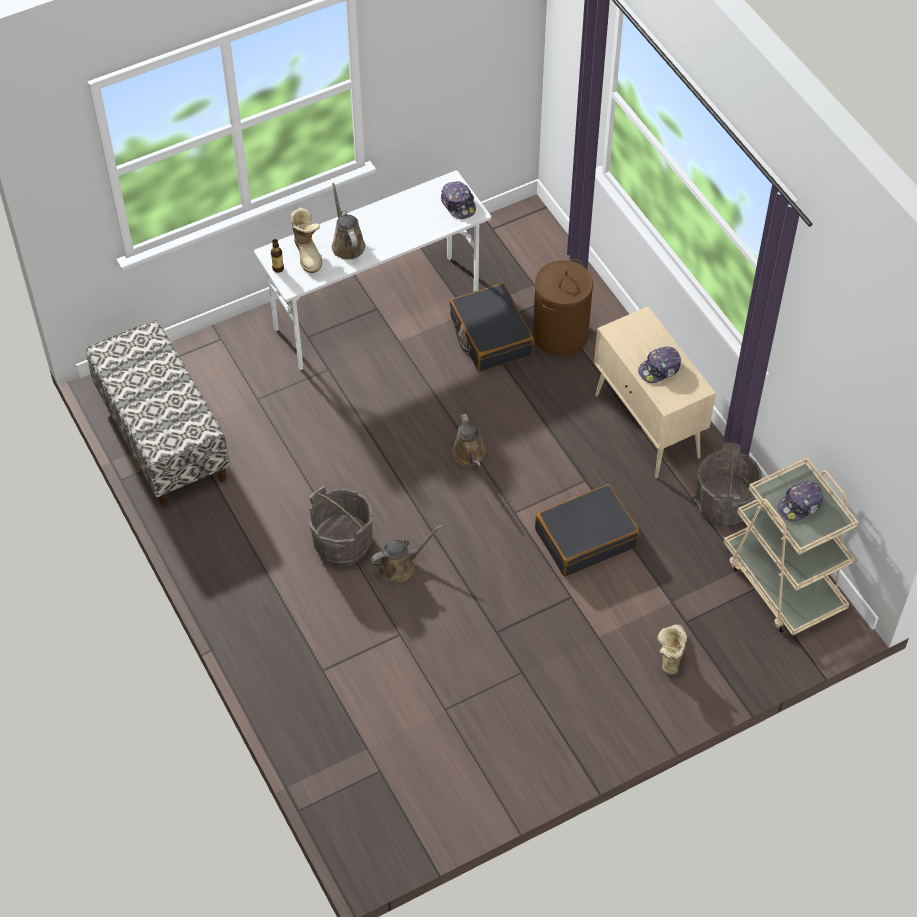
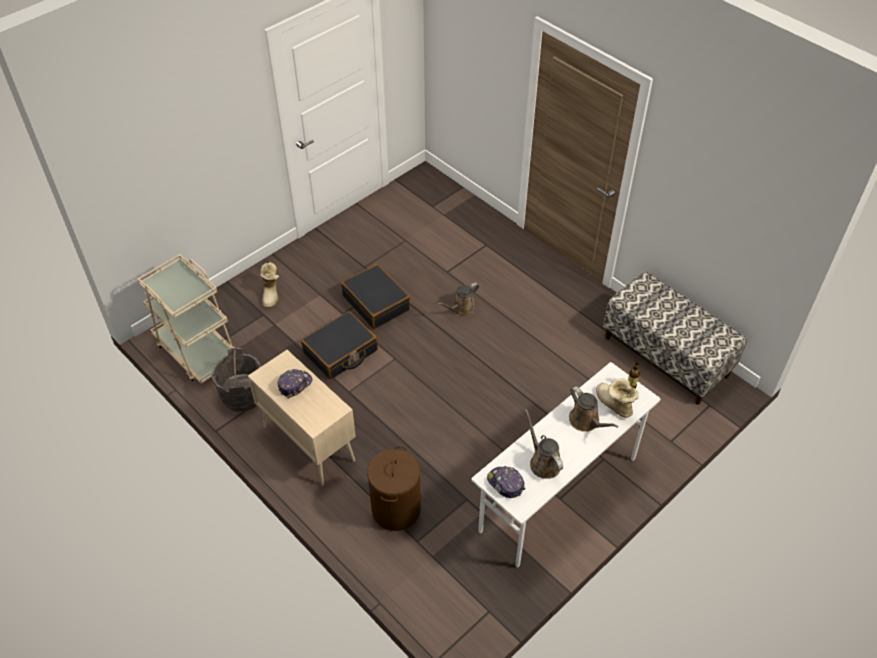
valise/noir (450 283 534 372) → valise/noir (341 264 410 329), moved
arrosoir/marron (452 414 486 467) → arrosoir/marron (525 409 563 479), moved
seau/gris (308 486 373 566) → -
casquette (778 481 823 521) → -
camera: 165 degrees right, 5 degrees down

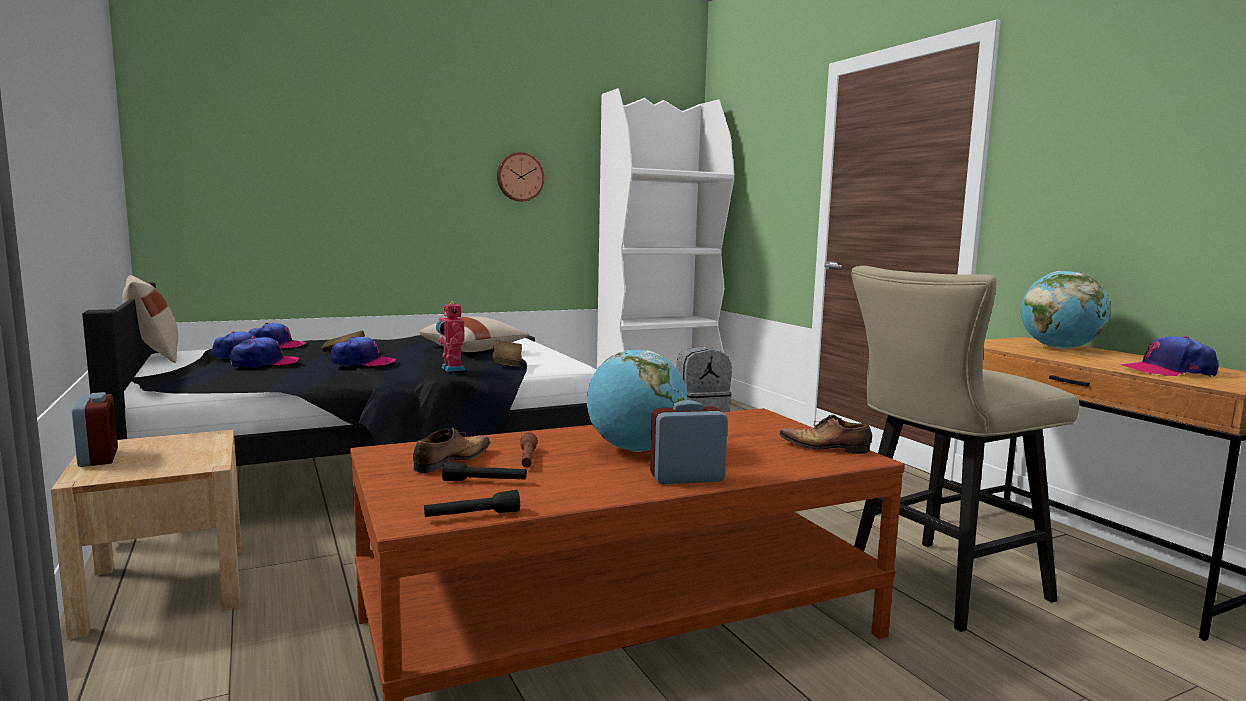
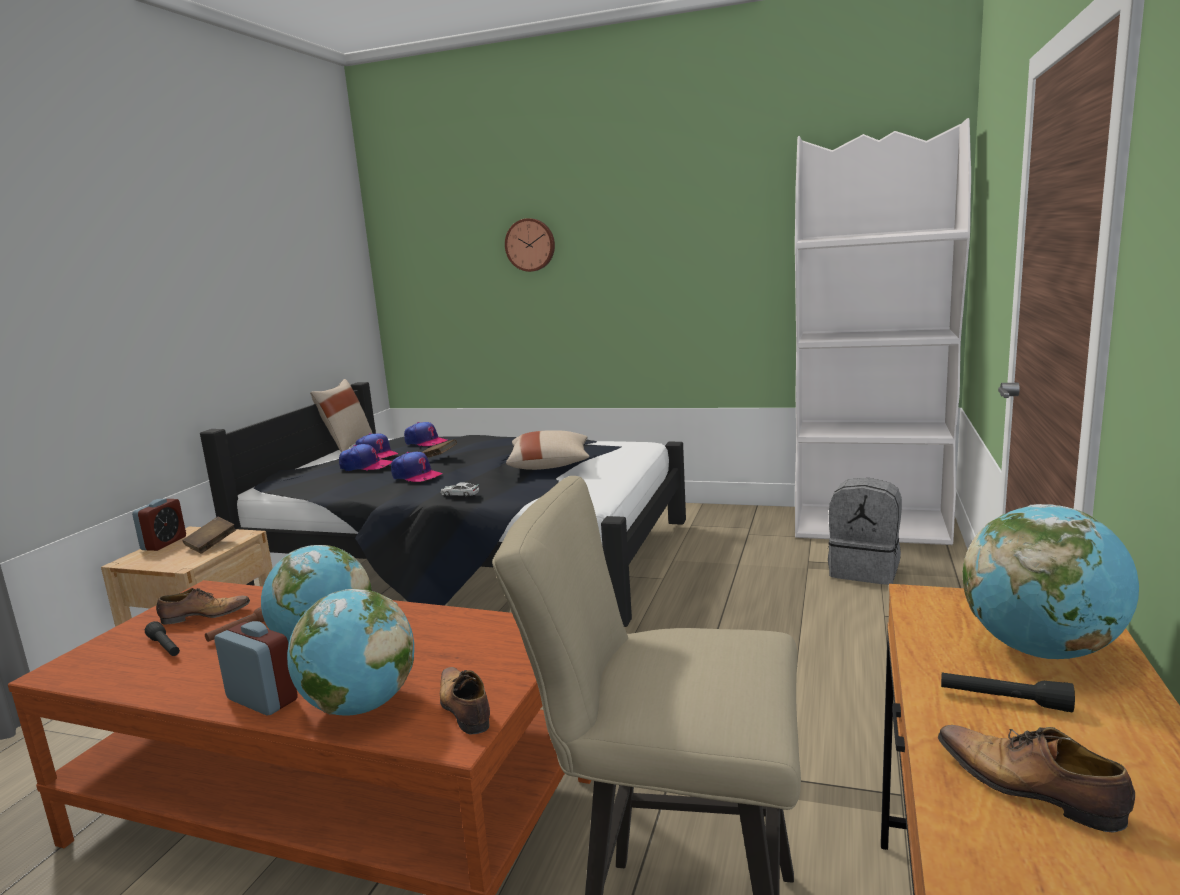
livre/marron (492 340 522 367) → livre/marron (182 517 236 553), moved
- → globe (287 589 414 716)
robot jouet (436 301 465 372) → petite voiture (440 483 479 497)
horloge murale (497 152 545 202) → horloge murale (505 218 555 272), moved
casquette (1122 336 1218 377) → chaussure (938 725 1135 833)
lampe de poche/noir (424 490 520 517) → lampe de poche/noir (941 672 1075 713), moved
camera: 45 degrees right, 5 degrees up

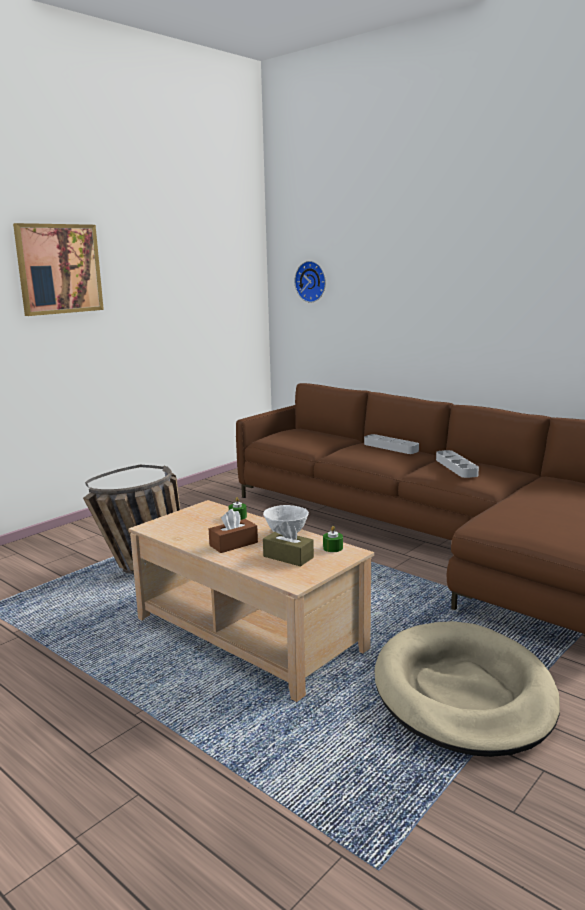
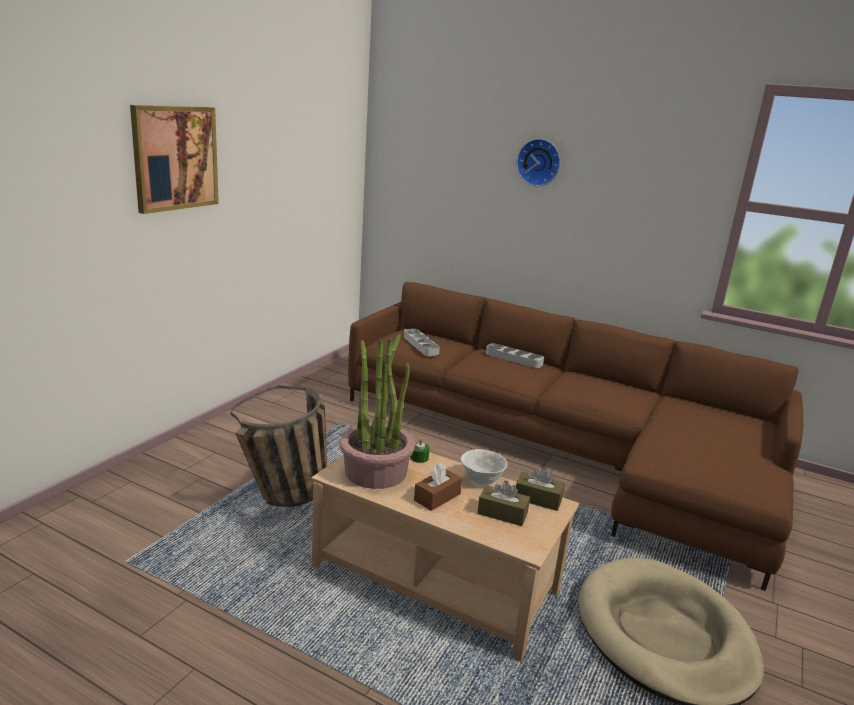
- → plante en pot (340 334 415 489)
plateau/gris (436 450 479 478) → plateau/gris (404 329 440 356), moved
horloge murale (295 261 326 303) → horloge murale (516 139 560 186), moved
bougie/vert (323 526 343 552) → boîte à mouchoirs/marron (516 467 565 511)
camera: 15 degrees left, 5 degrees up

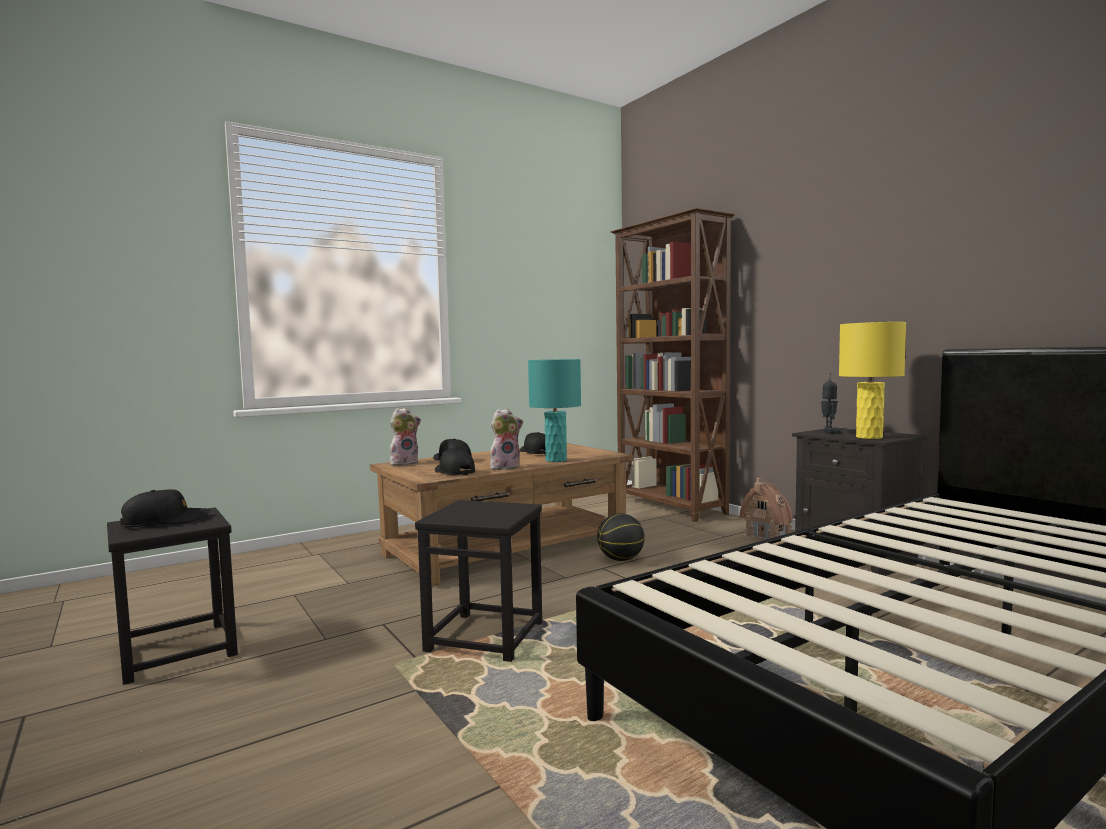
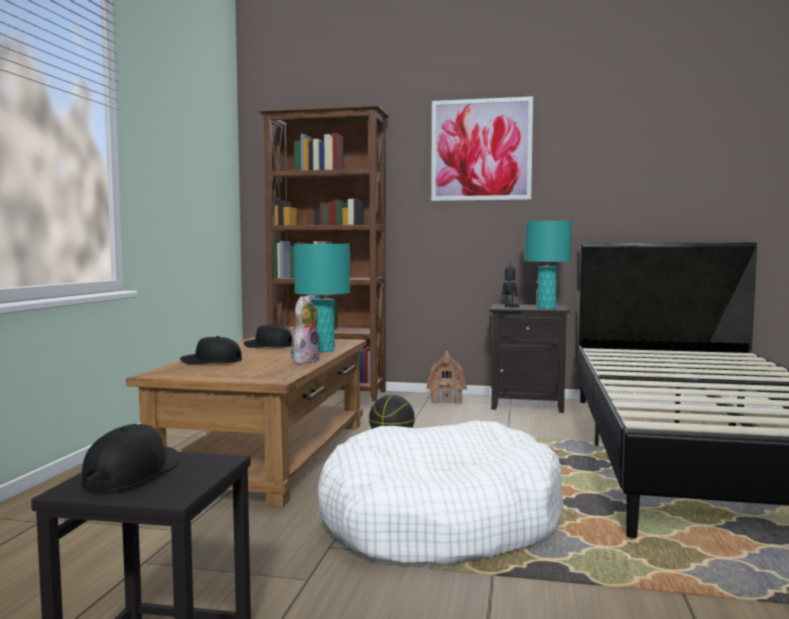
tabouret/noir (415 500 542 662) → panier pour chien/blanc (317 420 564 566)
- → tableau (431 96 533 201)
lampe de table/jaune (839 322 906 439) → lampe de table/turquoise (525 221 572 309)
peluche (390 408 421 465) → -
casquette/noir (435 449 475 475) → -
camera: 45 degrees left, 0 degrees up

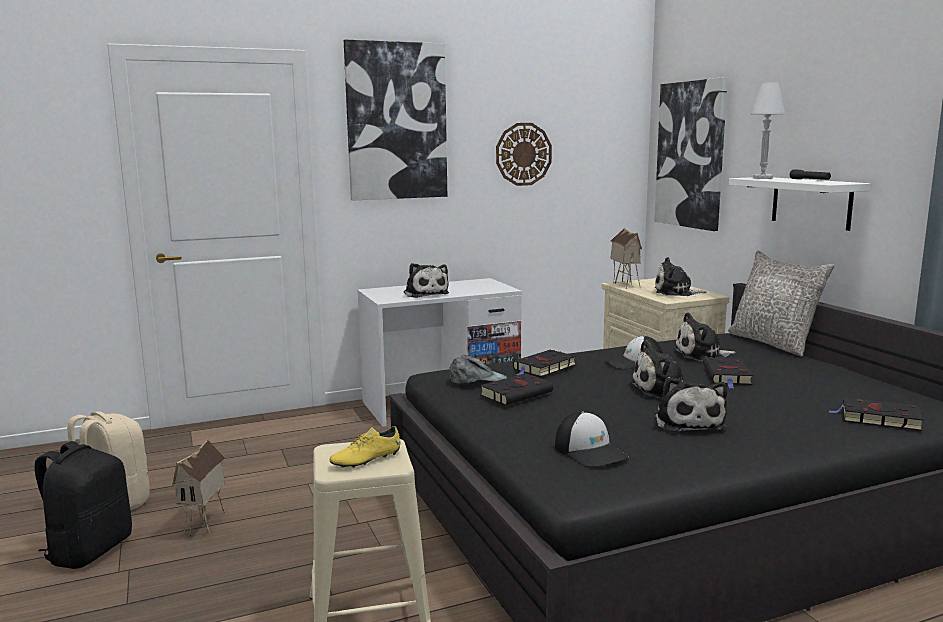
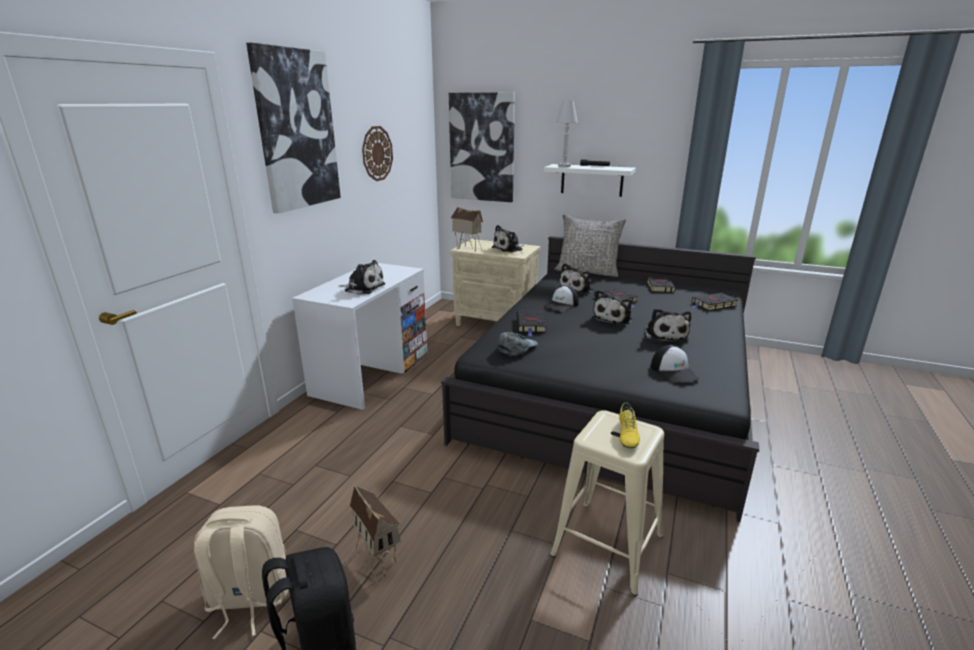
peluche (655 377 727 432) → peluche (644 308 691 342), 45 degrees clockwise
livre/noir (480 373 553 405) → livre/noir (647 276 676 293), moved
casquette (555 411 629 467) → casquette (651 345 700 383), 60 degrees clockwise
camera: 45 degrees left, 10 degrees up

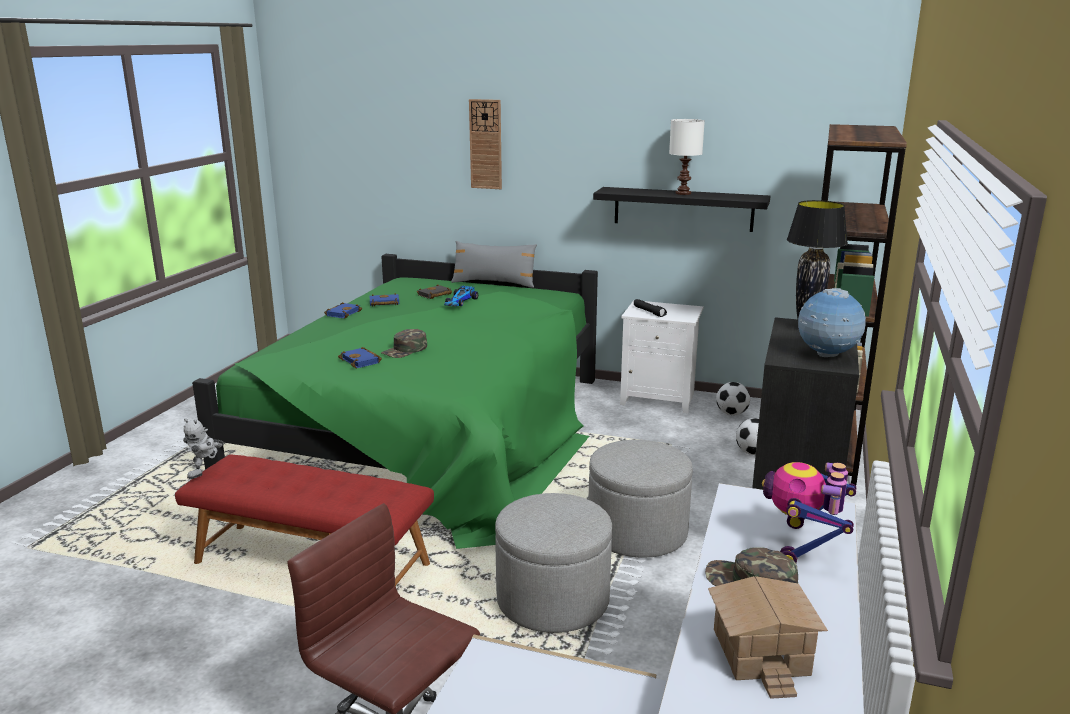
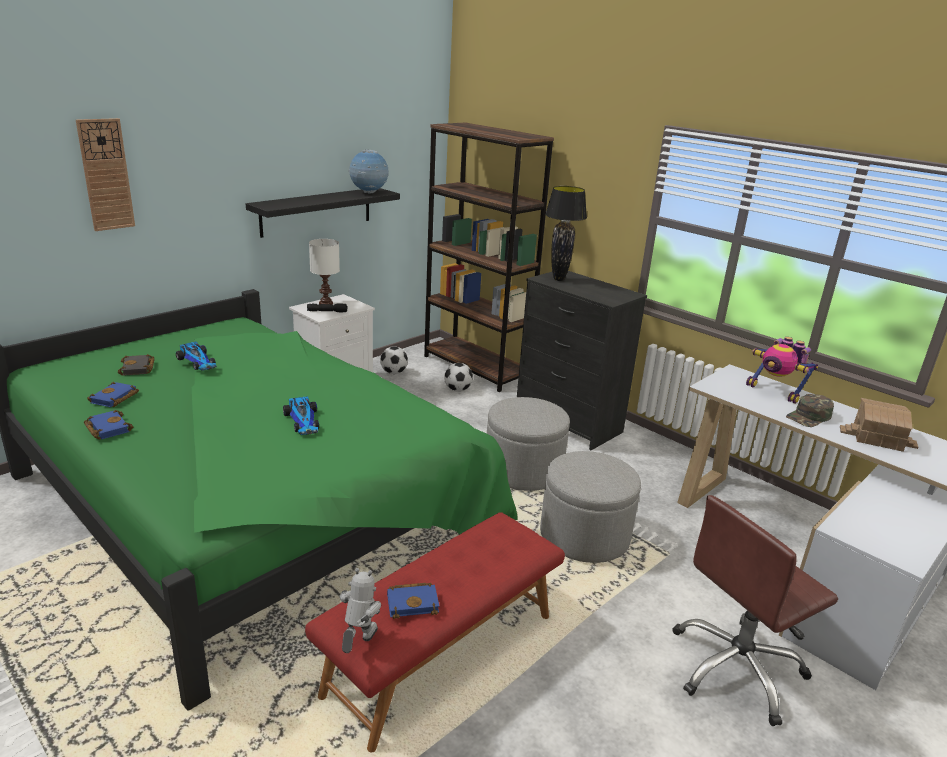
casquette/vert (381 329 427 358) → petite voiture (283 396 319 435)
lampe de table/blanc (669 119 705 195) → lampe de table/blanc (309 239 340 304), moved
robot jouet (183 418 223 479) → robot jouet (340 568 381 653), 120 degrees counterclockwise
globe (798 288 866 357) → globe (348 149 389 194), moved
livre/bleu (338 347 382 368) → livre/bleu (387 583 439 619), moved
coussin/gris (451 241 537 288) → -
camera: 65 degrees left, 5 degrees up

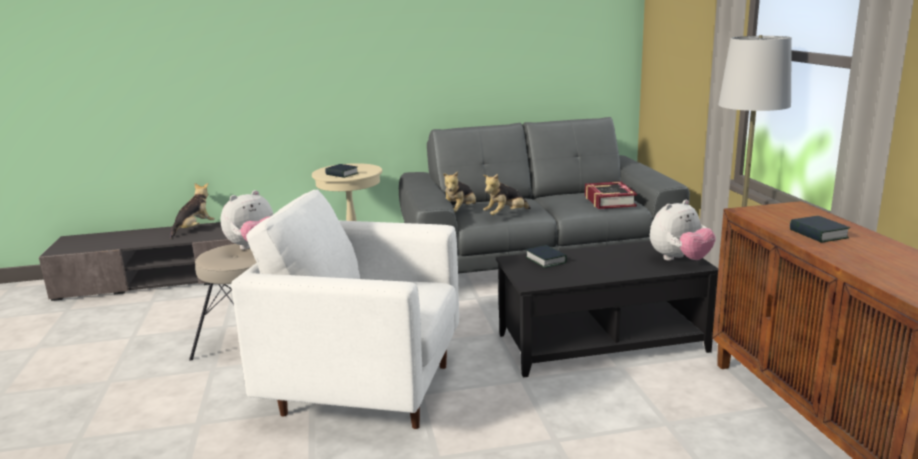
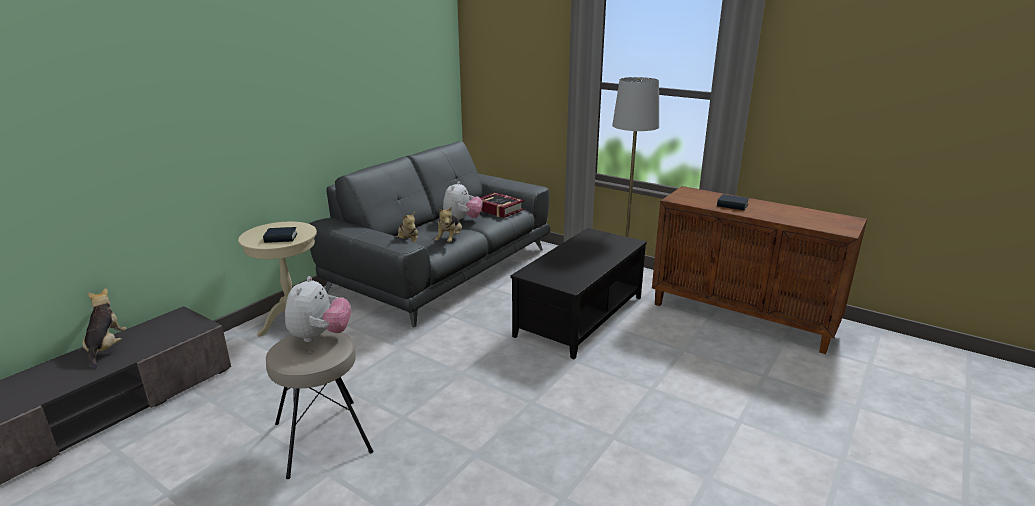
peluche (650 200 716 261) → peluche (443 181 483 221), moved
fauteuil/blanc (231 190 459 429) → -
livre (526 245 567 268) → -
camera: 45 degrees left, 5 degrees up

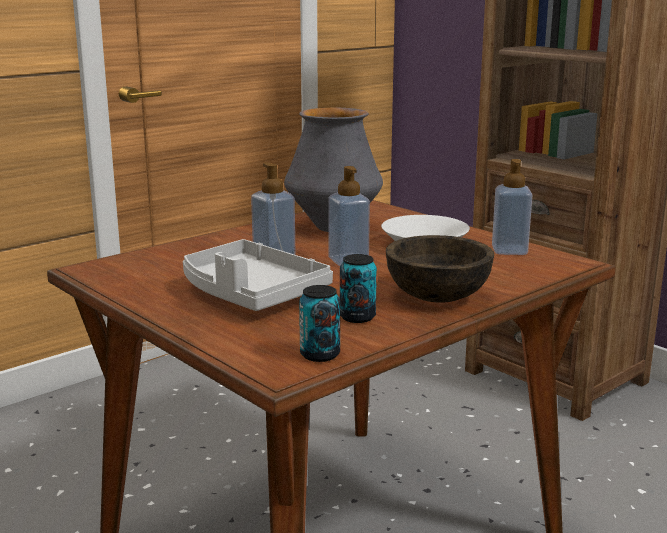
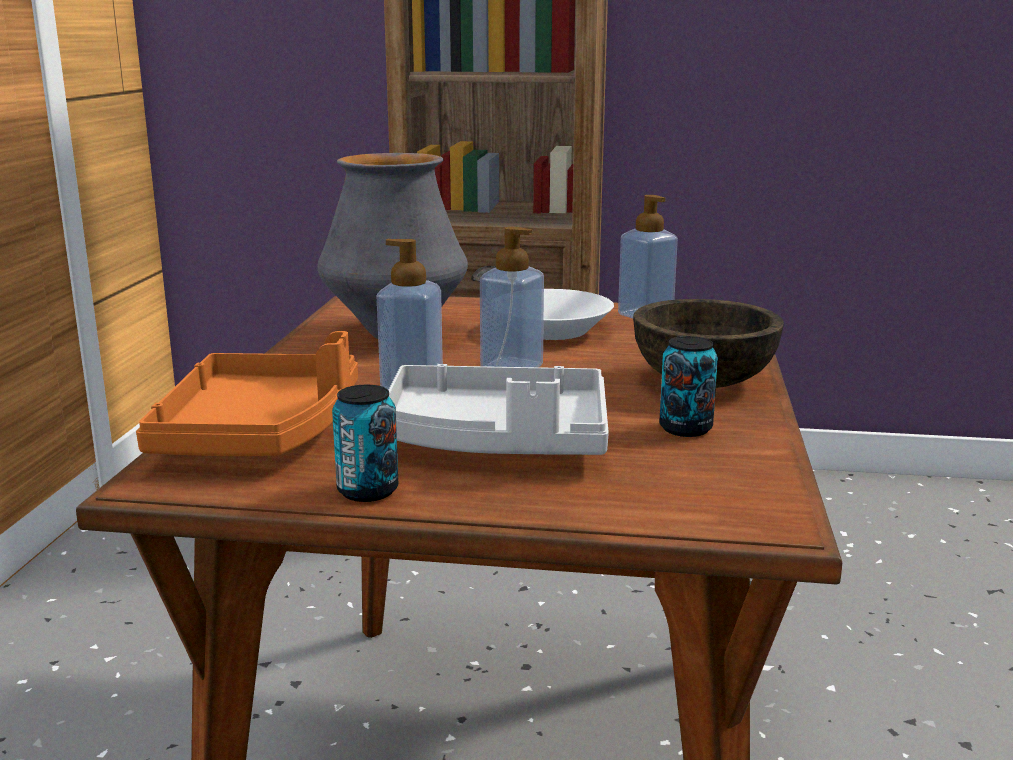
- → plateau/orange (136 331 358 456)
boîte métallique (299 285 340 362) → boîte métallique (332 385 398 502), moved
camera: 40 degrees left, 0 degrees up

